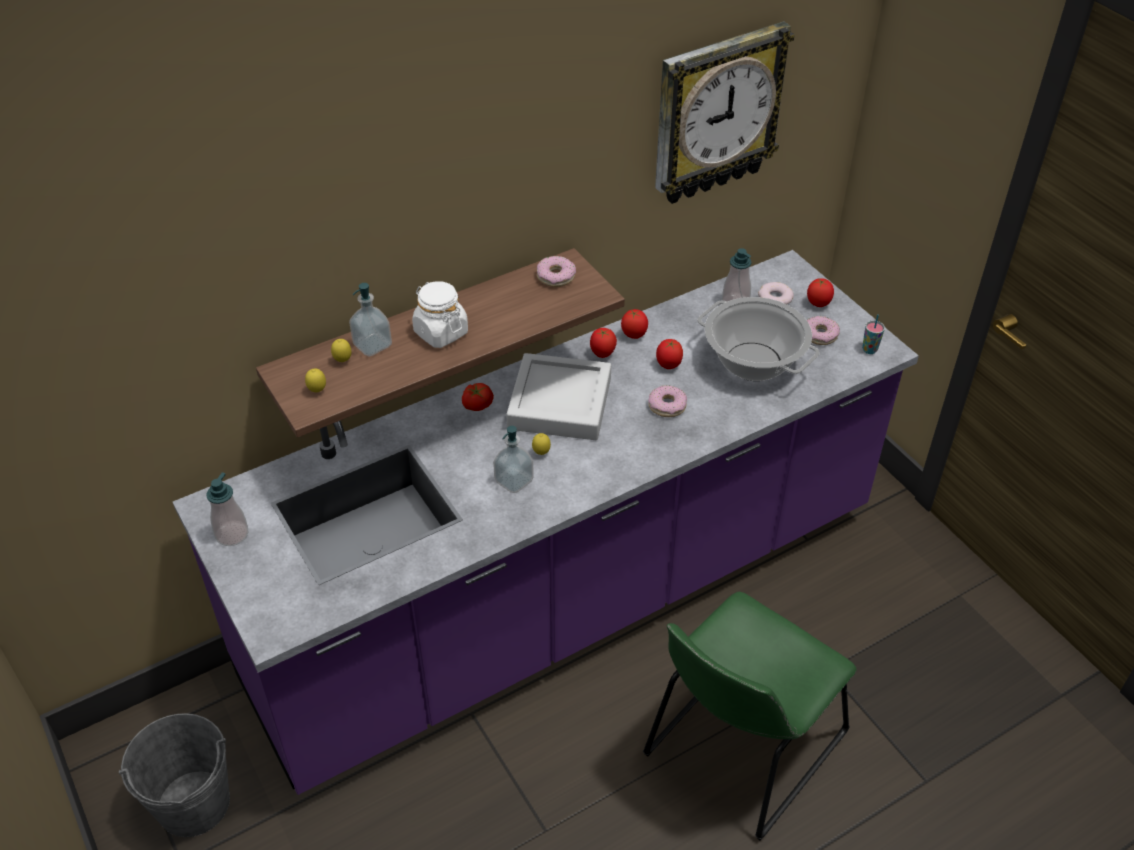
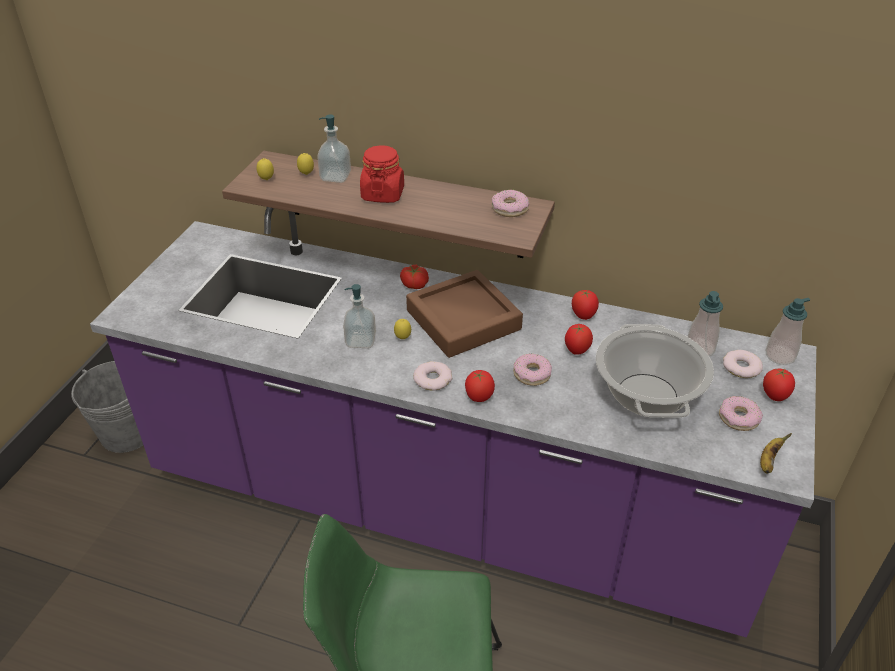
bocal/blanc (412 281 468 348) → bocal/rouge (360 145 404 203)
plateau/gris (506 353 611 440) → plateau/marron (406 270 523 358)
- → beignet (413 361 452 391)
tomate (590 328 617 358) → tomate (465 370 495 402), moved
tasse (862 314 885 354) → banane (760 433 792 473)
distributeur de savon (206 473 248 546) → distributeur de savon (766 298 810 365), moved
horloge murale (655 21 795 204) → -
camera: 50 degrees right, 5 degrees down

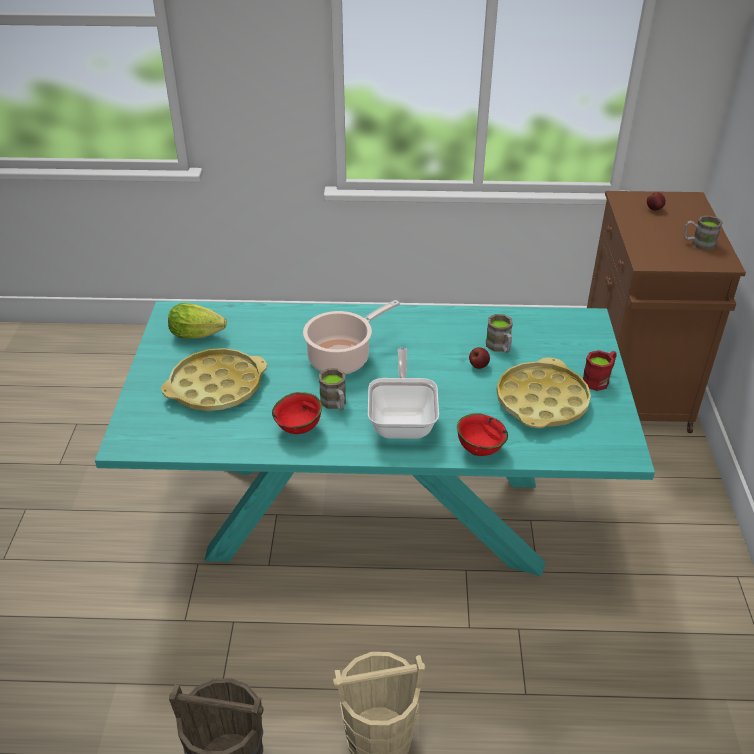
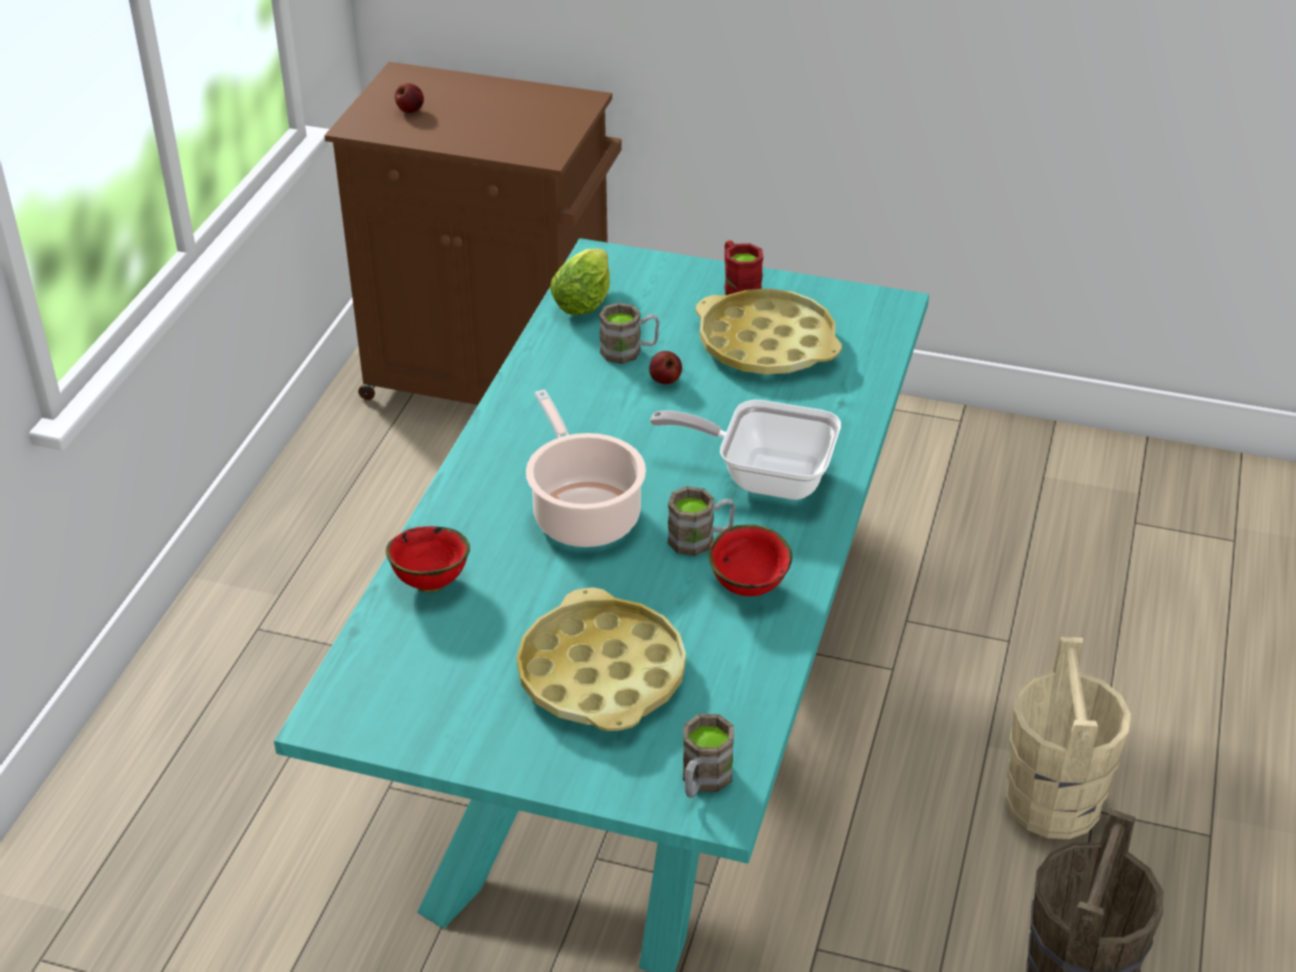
bol/rouge (457 413 508 456) → bol/rouge (386 526 470 593), moved
laitue (168 303 227 339) → laitue (550 248 610 315), moved
mug/marron (684 215 723 250) → mug/marron (683 714 734 798), moved
camera: 75 degrees left, 0 degrees up

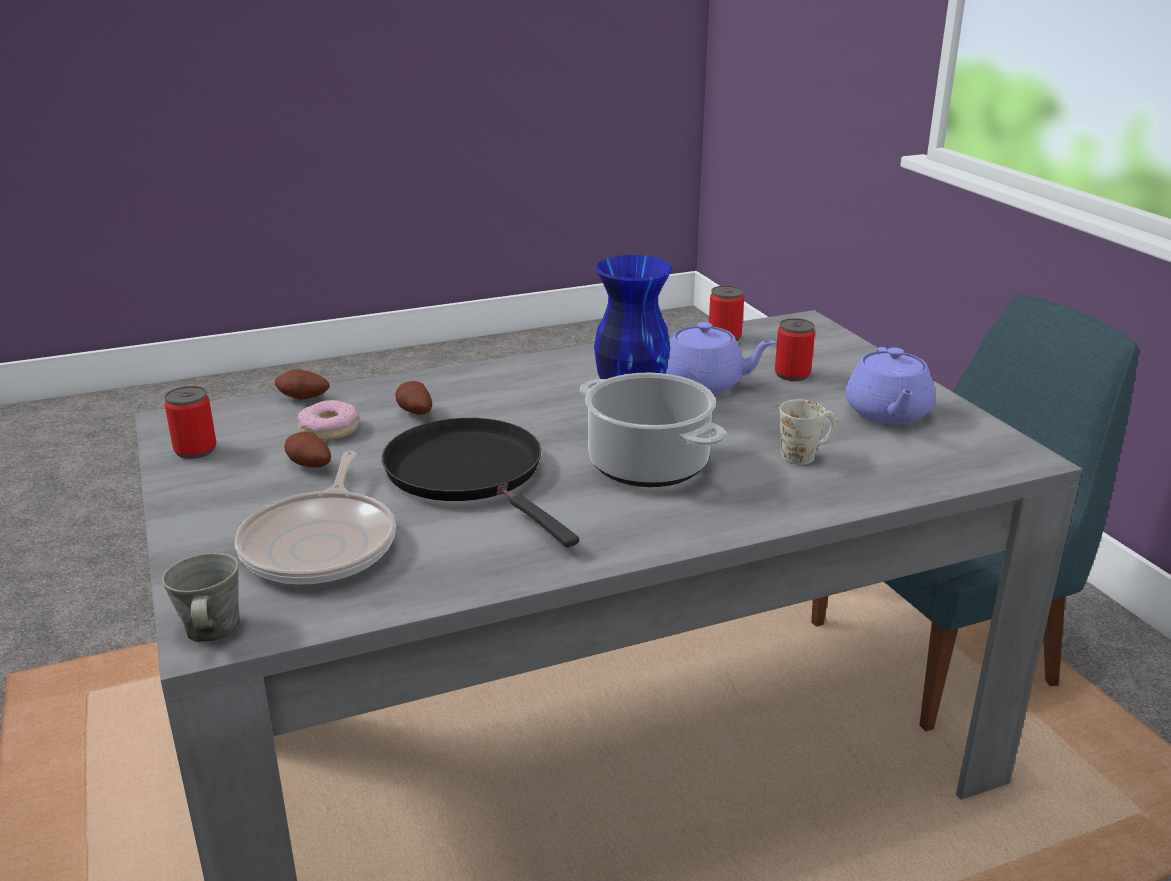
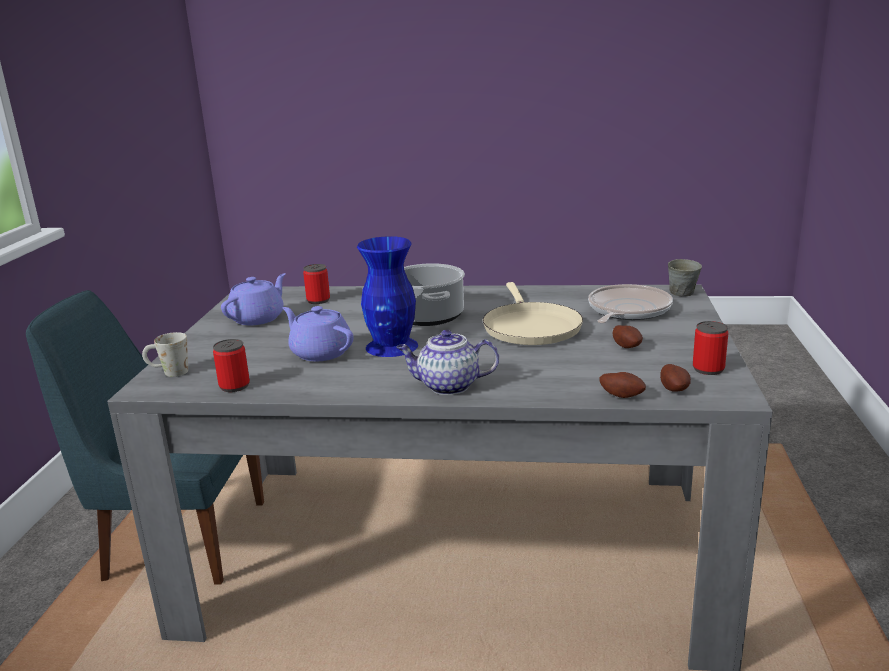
mug/blanc (779 400 836 465) → mug/blanc (142 332 188 377), moved
boîte métallique (775 318 815 381) → boîte métallique (303 264 330 304), moved
- → théière (396 330 499 395)
poêle/noir (382 418 579 548) → poêle/beige (483 282 583 345)
pomme de terre (395 381 432 415) → pomme de terre (660 364 691 392), moved
beignet (298 400 359 441) → -
camera: 150 degrees left, 5 degrees down

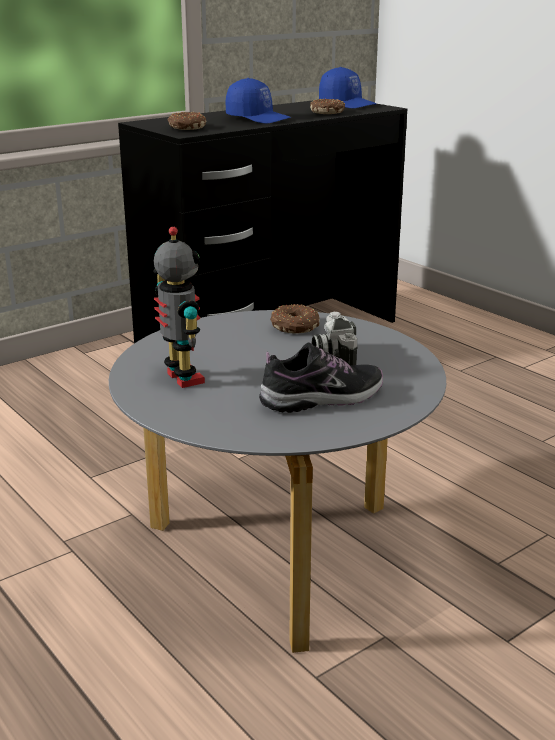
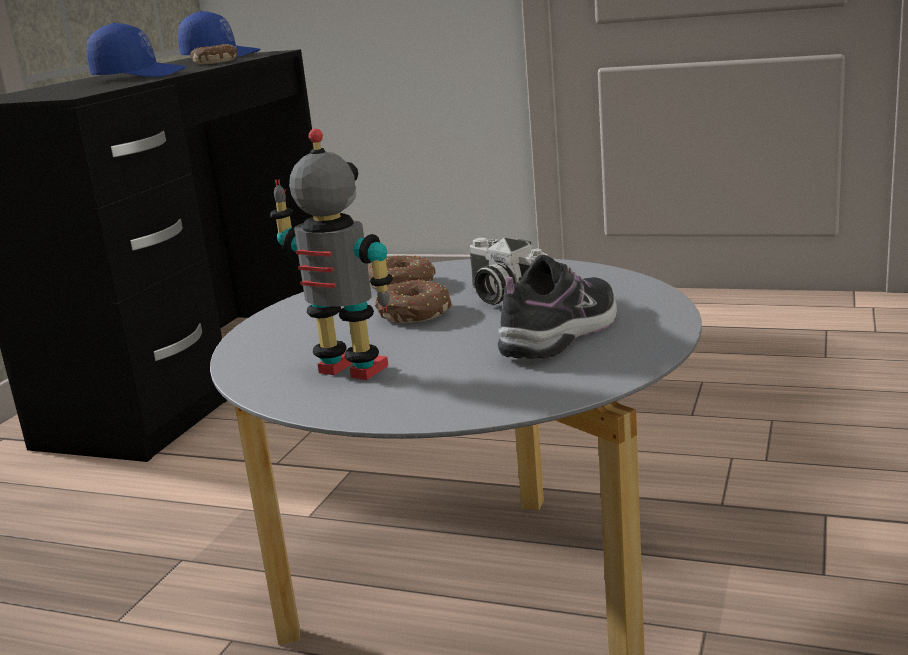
beignet (167 112 206 130) → beignet (375 279 451 323), moved
camera: 30 degrees left, 5 degrees down

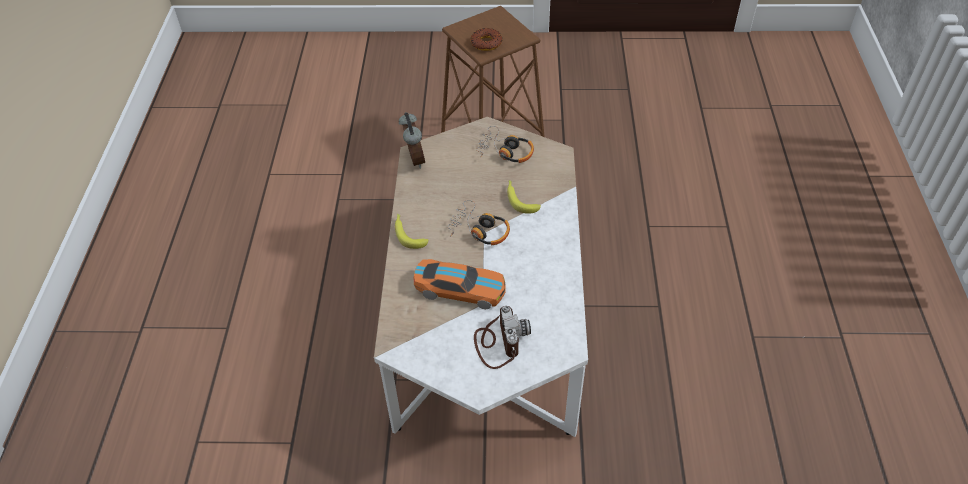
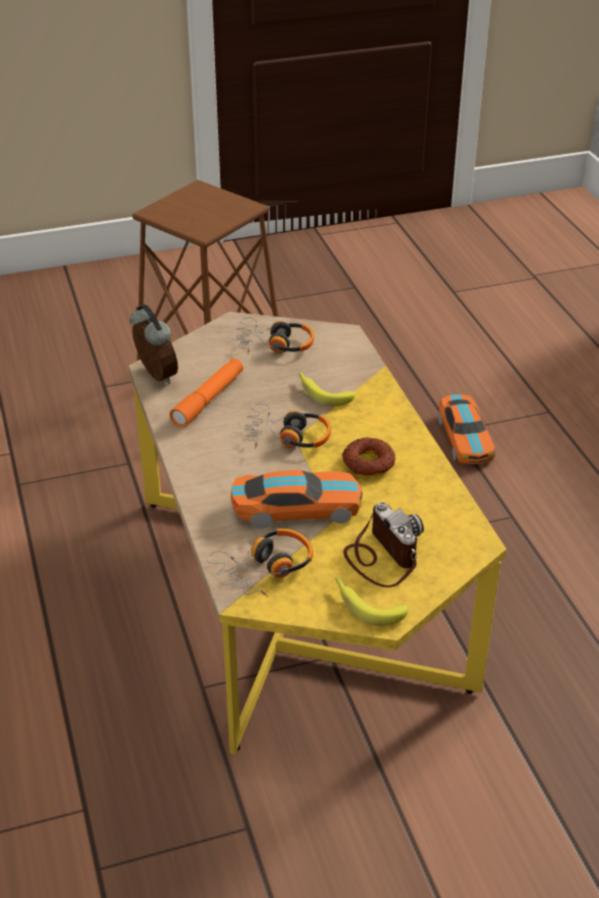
table basse/blanc (374 117 588 437) → table basse/jaune (128 312 506 755)
- → lampe de poche/orange (170 359 243 428)
- → casque audio (207 528 313 597)
banane (395 214 428 249) → banane (335 578 408 626), moved
beignet (471 28 503 51) → beignet (342 437 395 477), moved
- → petite voiture (438 394 495 464)
camera: 20 degrees left, 10 degrees down

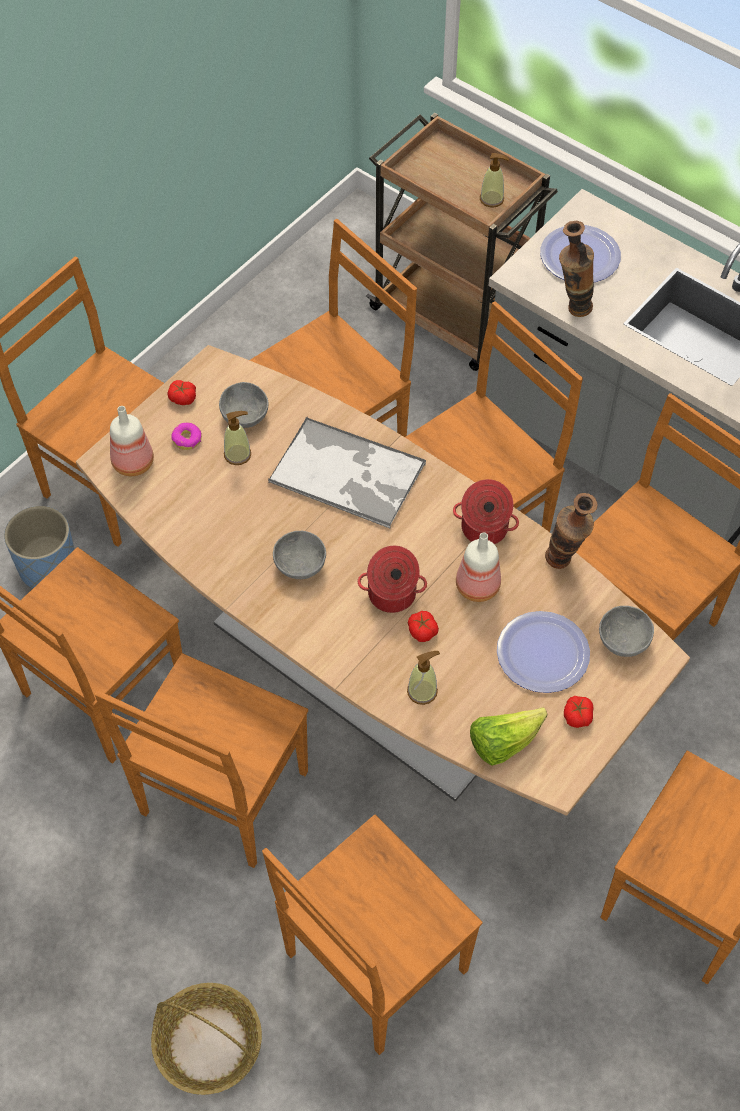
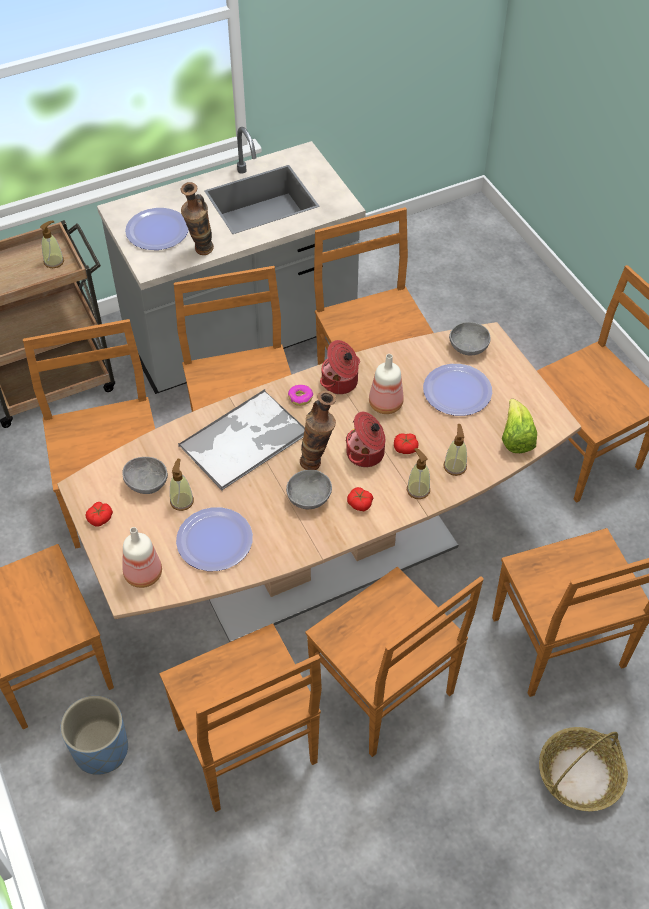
- → assiette (176 507 253 571)
beignet (172 423 202 450) → beignet (288 385 313 406), moved
vase (545 493 597 569) → vase (300 391 336 470), moved
tomate (564 696 594 728) → tomate (347 487 373 511), moved
- → distributeur de savon (407 448 430 499)
camera: 65 degrees left, 5 degrees down

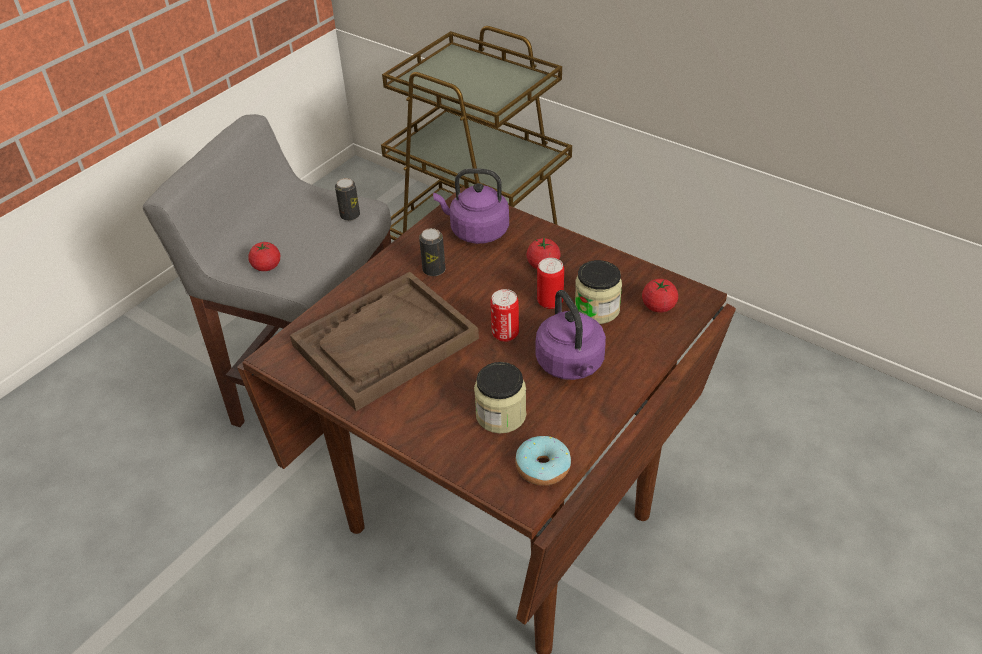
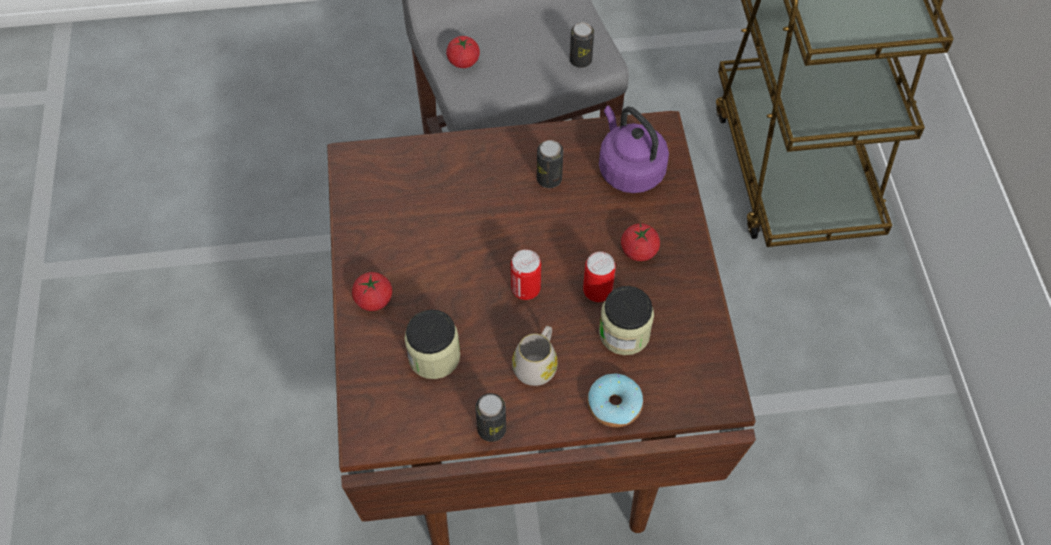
tomate (642 279 678 312) → tomate (352 272 392 311), moved
- → boîte métallique (475 393 506 442)
bouilloire/violet (536 290 606 380) → mug/blanc (512 326 558 386)
beignet (515 436 571 486) → beignet (587 374 643 427), moved
plateau/marron (290 272 479 411) → -
camera: 45 degrees right, 15 degrees up

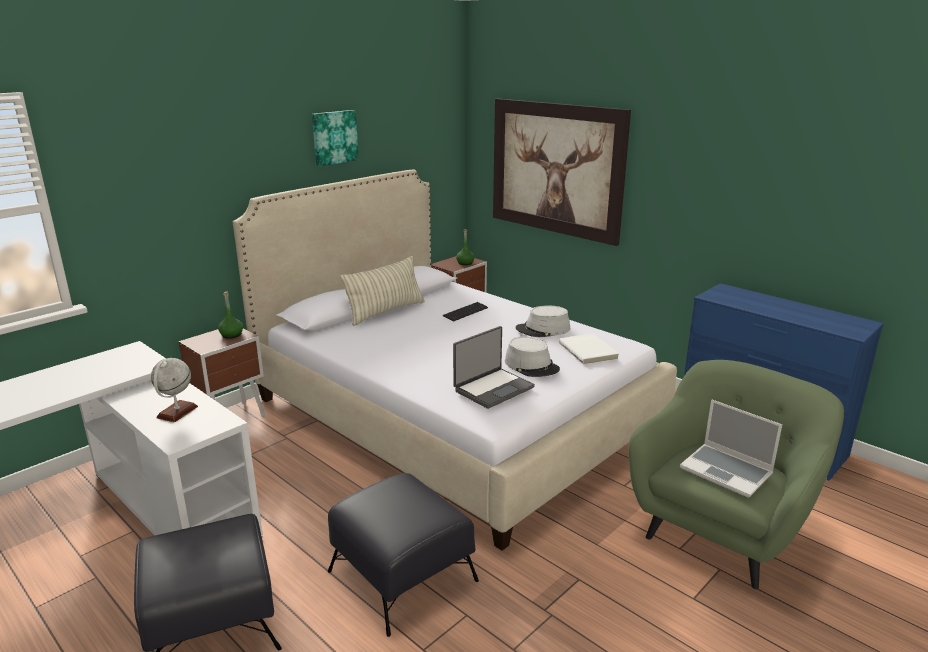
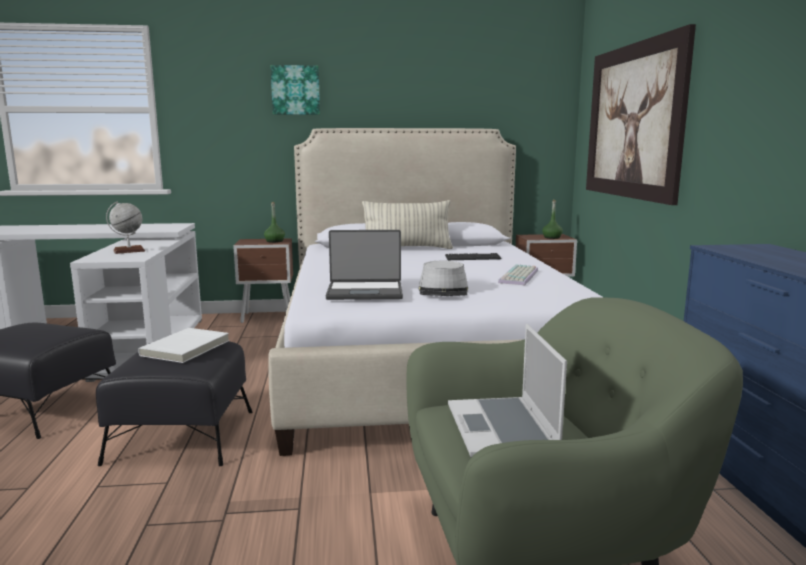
livre/blanc (559 334 619 365) → livre/blanc (138 328 229 363), moved
tableau (312 110 359 166) → tableau (270 65 320 115), moved
chapeau/gris (516 305 570 337) → clavier (498 265 538 285)
camera: 40 degrees right, 10 degrees down

